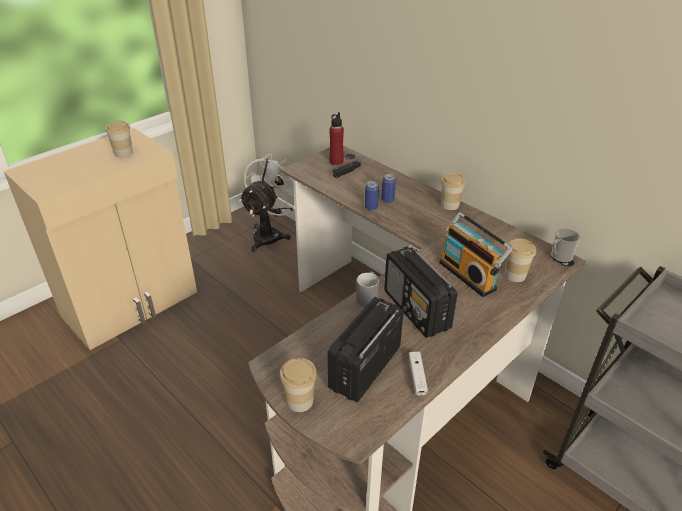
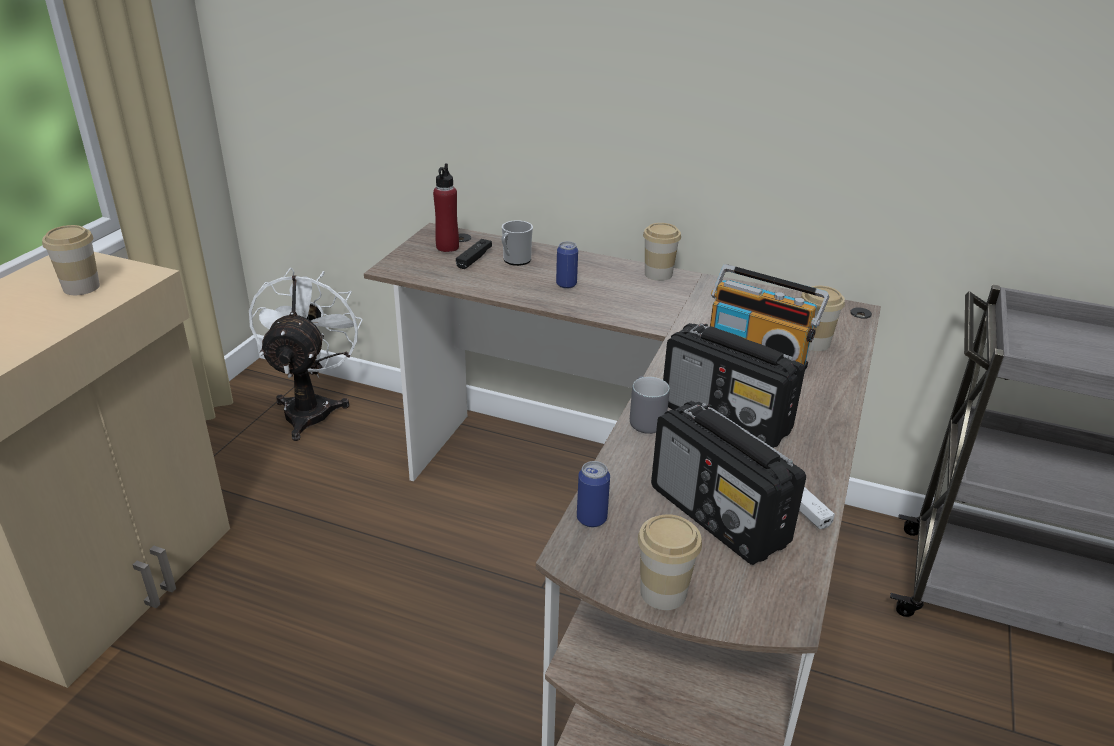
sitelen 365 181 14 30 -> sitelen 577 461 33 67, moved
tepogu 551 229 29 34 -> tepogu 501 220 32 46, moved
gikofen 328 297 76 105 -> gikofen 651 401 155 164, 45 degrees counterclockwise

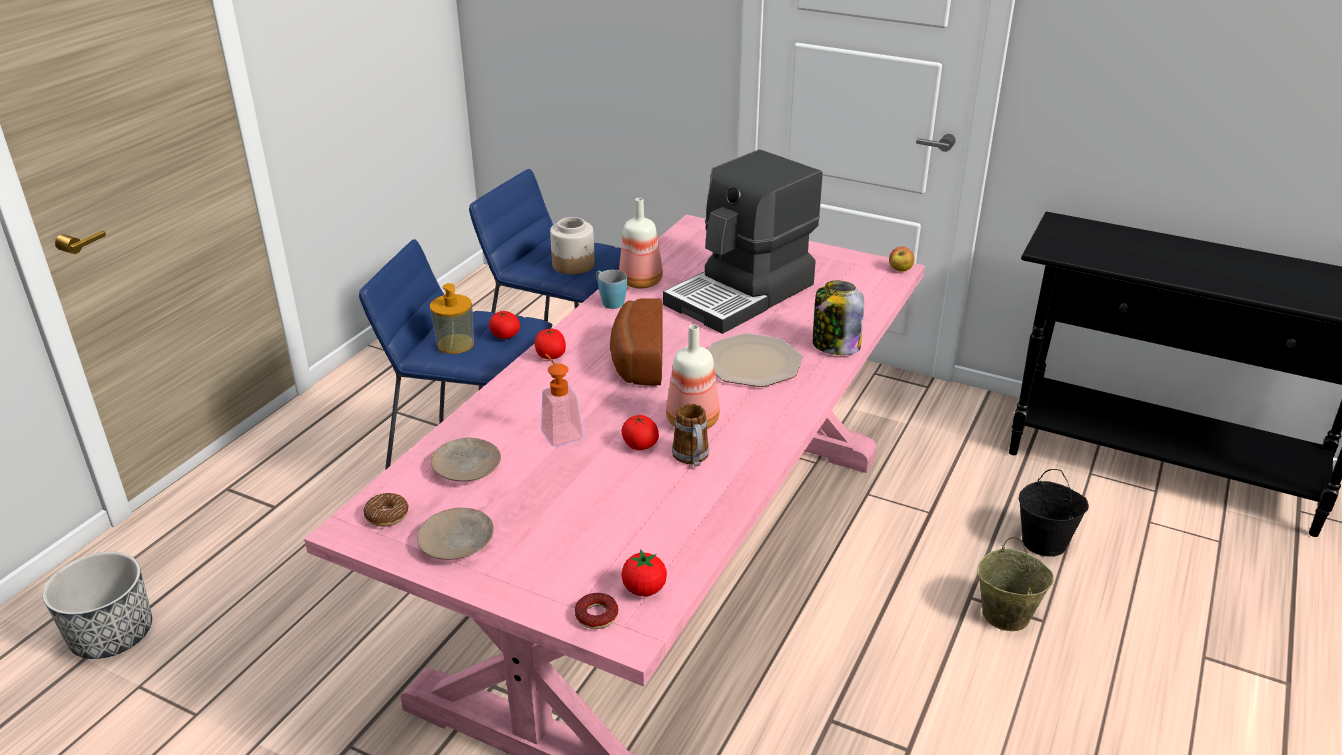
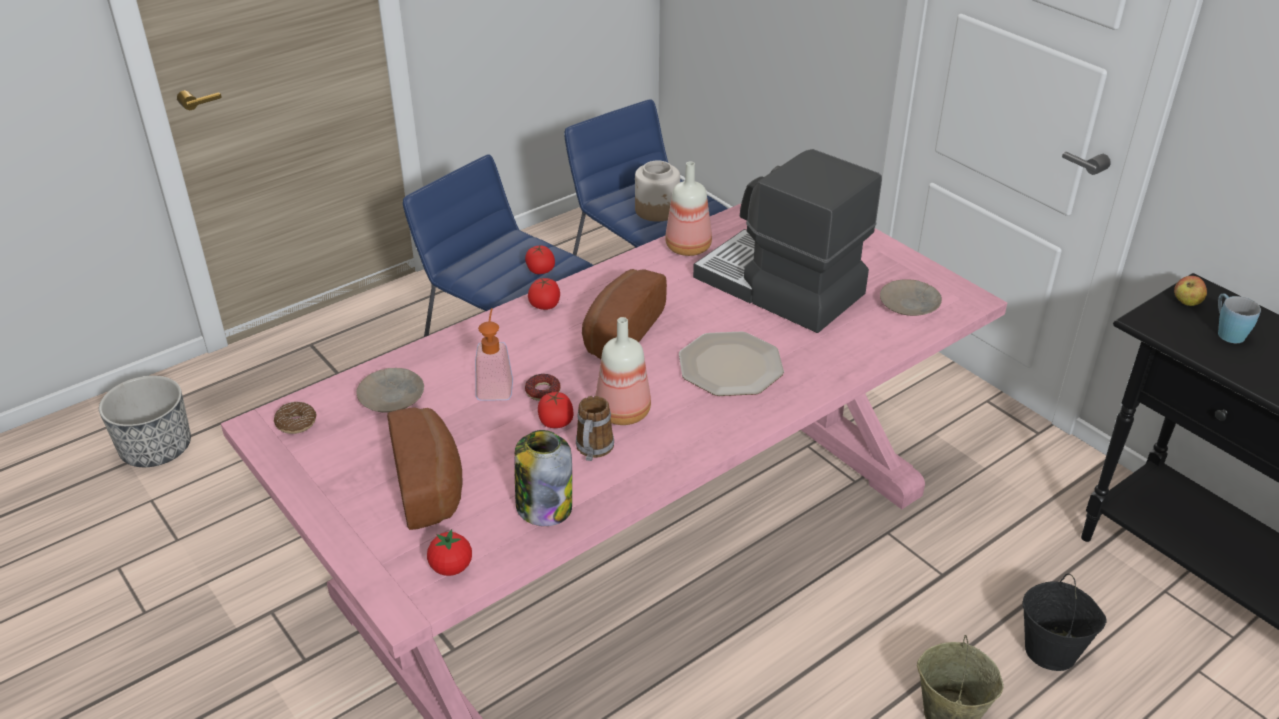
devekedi 430 283 44 71 -> none
none -> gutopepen 387 408 75 122
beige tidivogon 417 507 77 53 -> beige tidivogon 880 279 62 37, moved
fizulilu 575 593 43 36 -> fizulilu 525 374 36 27, moved
blue tepogu 596 270 31 39 -> blue tepogu 1218 294 43 49, moved
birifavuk 813 281 51 74 -> birifavuk 514 430 58 96, moved
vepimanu 889 247 25 25 -> vepimanu 1174 276 33 30, moved
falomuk 663 150 160 184 -> falomuk 693 149 189 184, 60 degrees clockwise

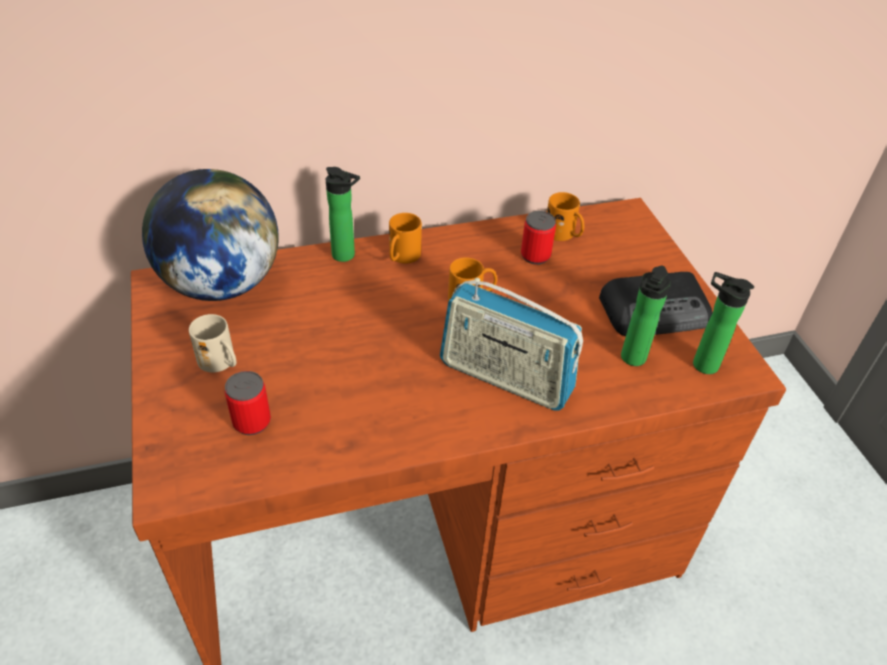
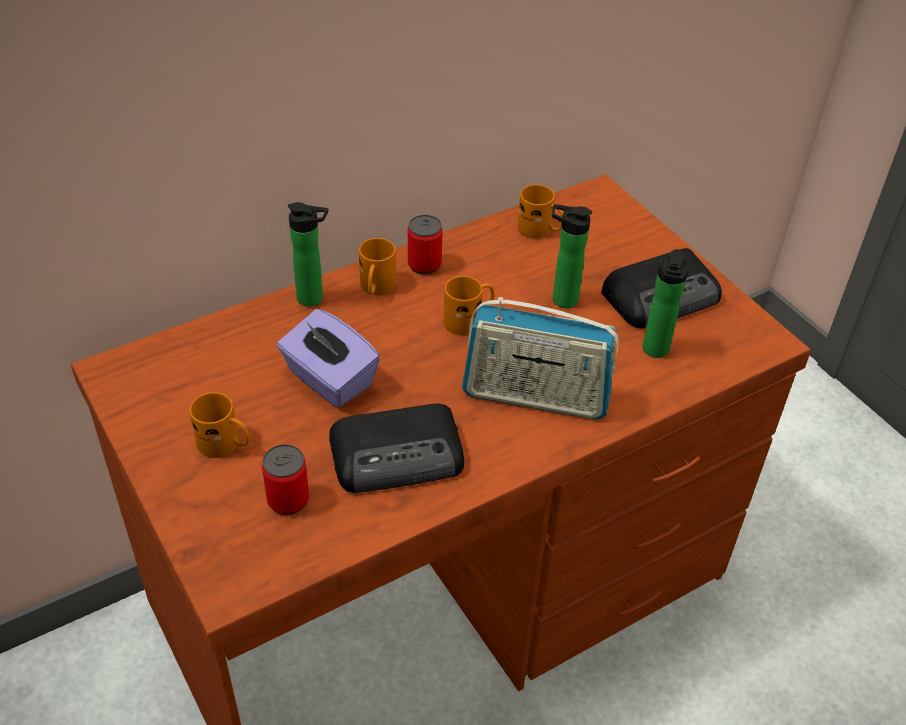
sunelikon 142 169 137 132 -> none
none -> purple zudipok 277 309 103 99
none -> gikofen 329 403 135 90
sitelen 521 211 35 54 -> sitelen 408 215 35 60, moved
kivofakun 693 272 61 102 -> kivofakun 552 204 40 104, moved
beige tepogu 189 314 47 58 -> orange tepogu 190 392 60 66

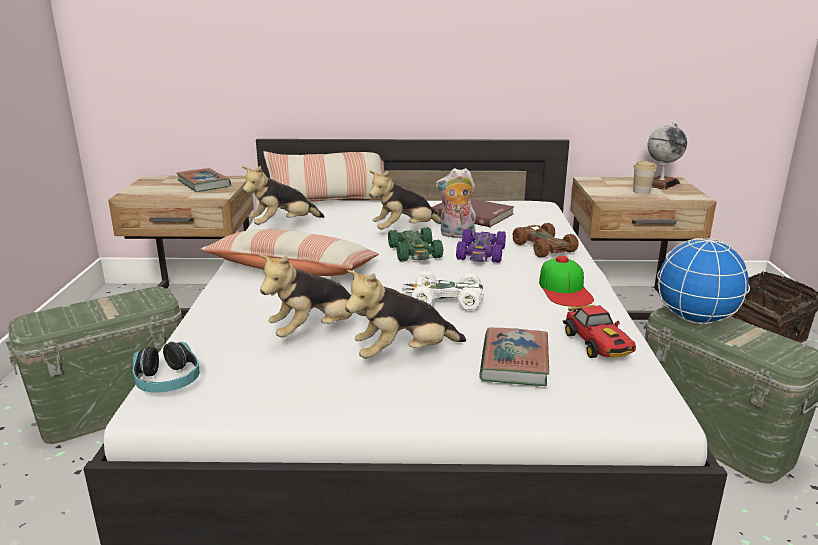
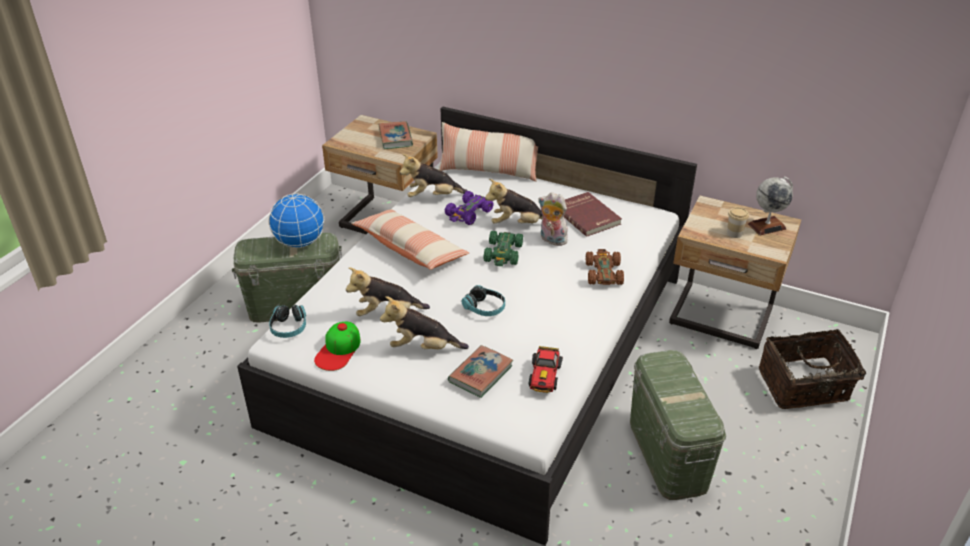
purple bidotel 456 229 50 34 -> purple bidotel 445 191 49 34, moved
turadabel 539 256 55 51 -> turadabel 314 322 47 49, moved
sunelikon 657 238 93 86 -> sunelikon 269 194 55 54, moved
white bidotel 402 270 82 40 -> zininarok 462 285 43 31

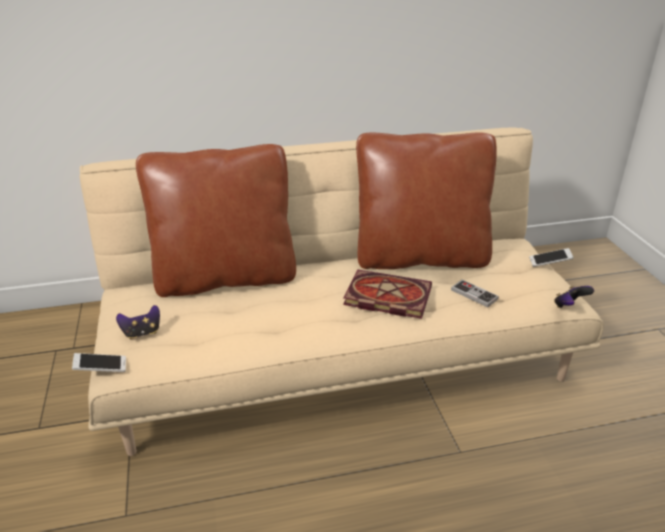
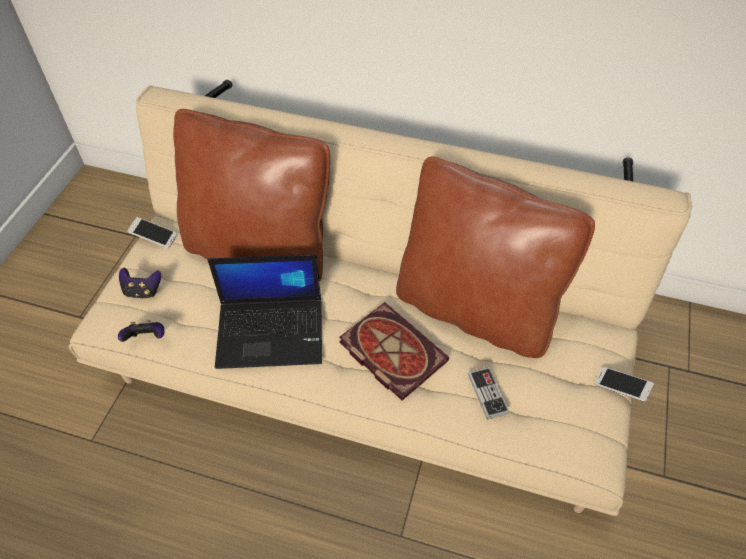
none -> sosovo 207 254 115 115
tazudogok 72 353 54 19 -> tazudogok 128 217 49 31, moved
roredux 554 286 40 22 -> roredux 118 320 47 22, moved

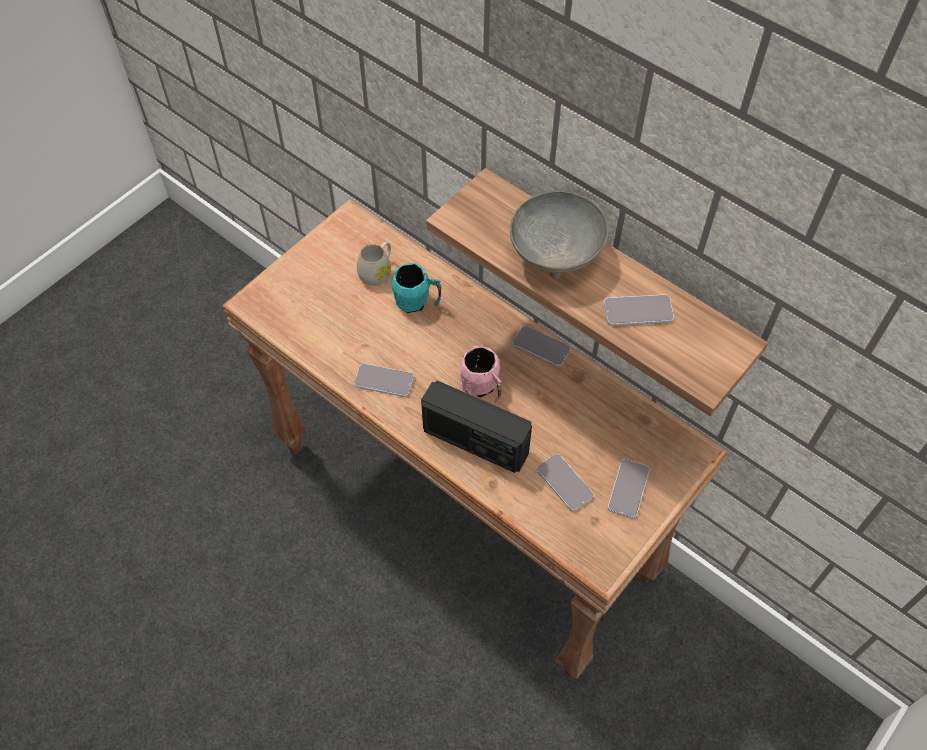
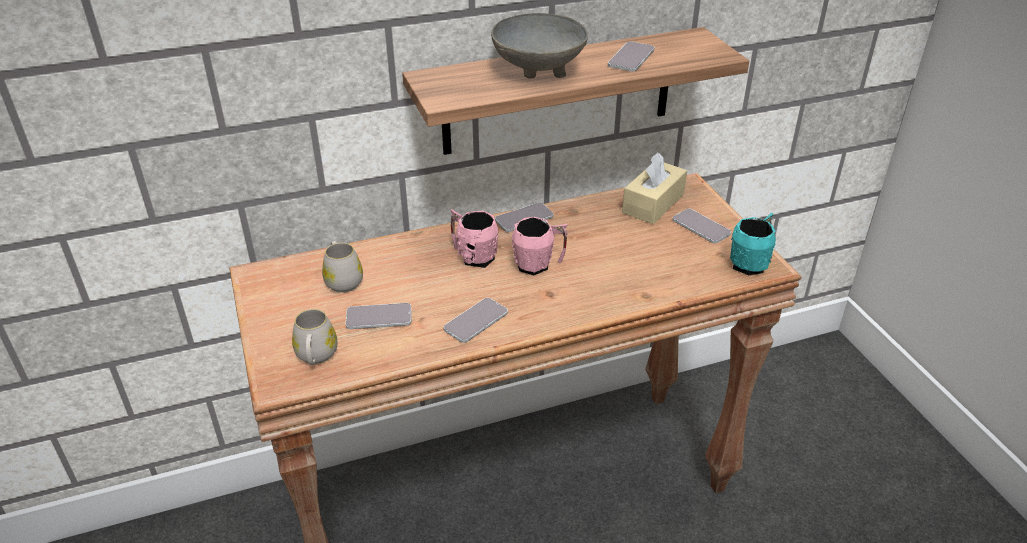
gikofen 421 380 111 93 -> none
none -> white tepogu 292 309 46 56
none -> pink tepogu 451 209 47 59
none -> beige zudipok 622 152 65 72
turquoise tepogu 391 263 50 50 -> turquoise tepogu 730 213 46 62, moved
tazudogok 537 454 57 57 -> tazudogok 346 303 66 26, moved

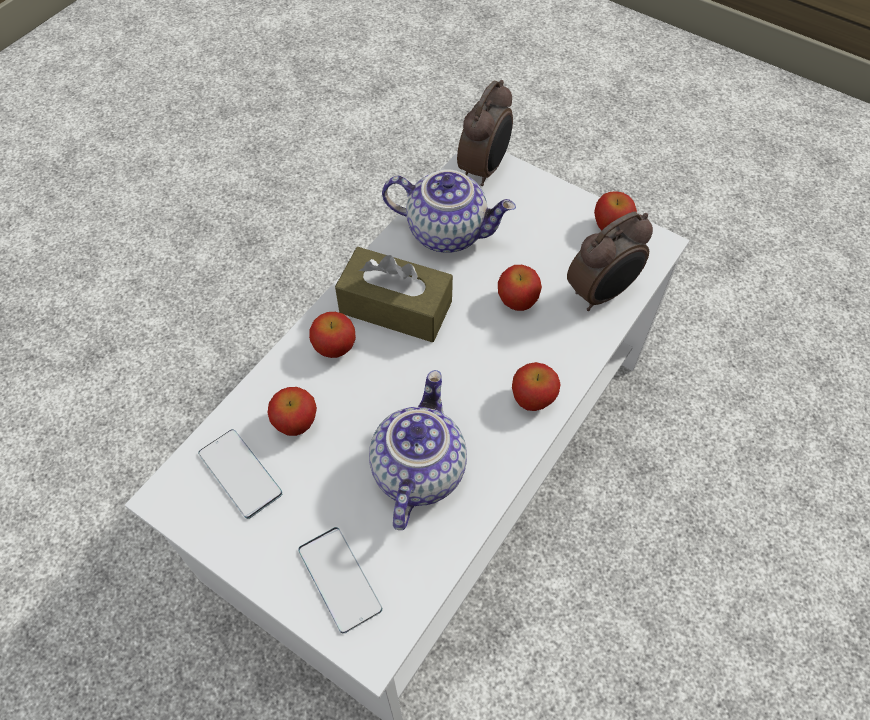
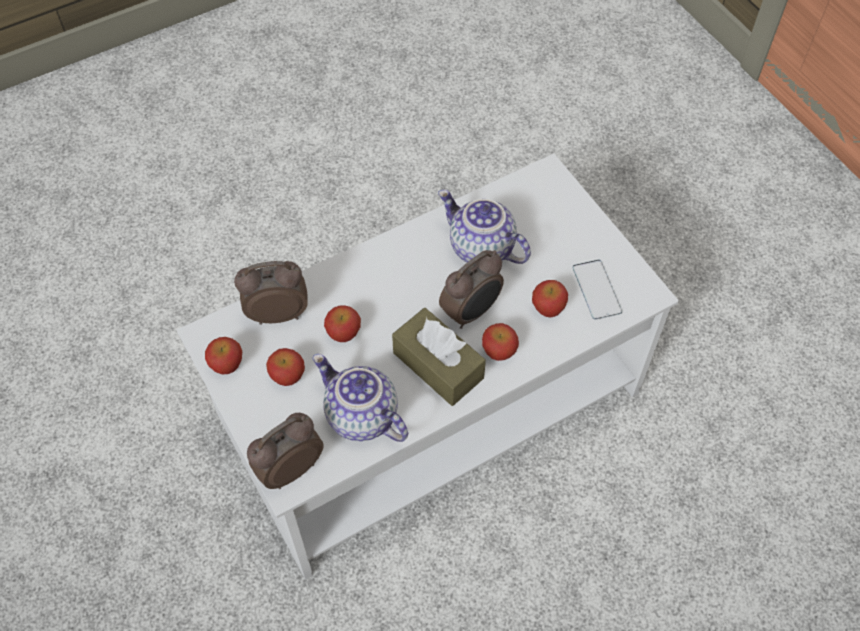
tazudogok 298 527 84 107 -> none
none -> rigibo 439 250 65 79
vepimanu 512 362 49 49 -> vepimanu 266 348 39 38, moved
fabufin 369 370 98 160 -> fabufin 438 190 93 74, 90 degrees clockwise

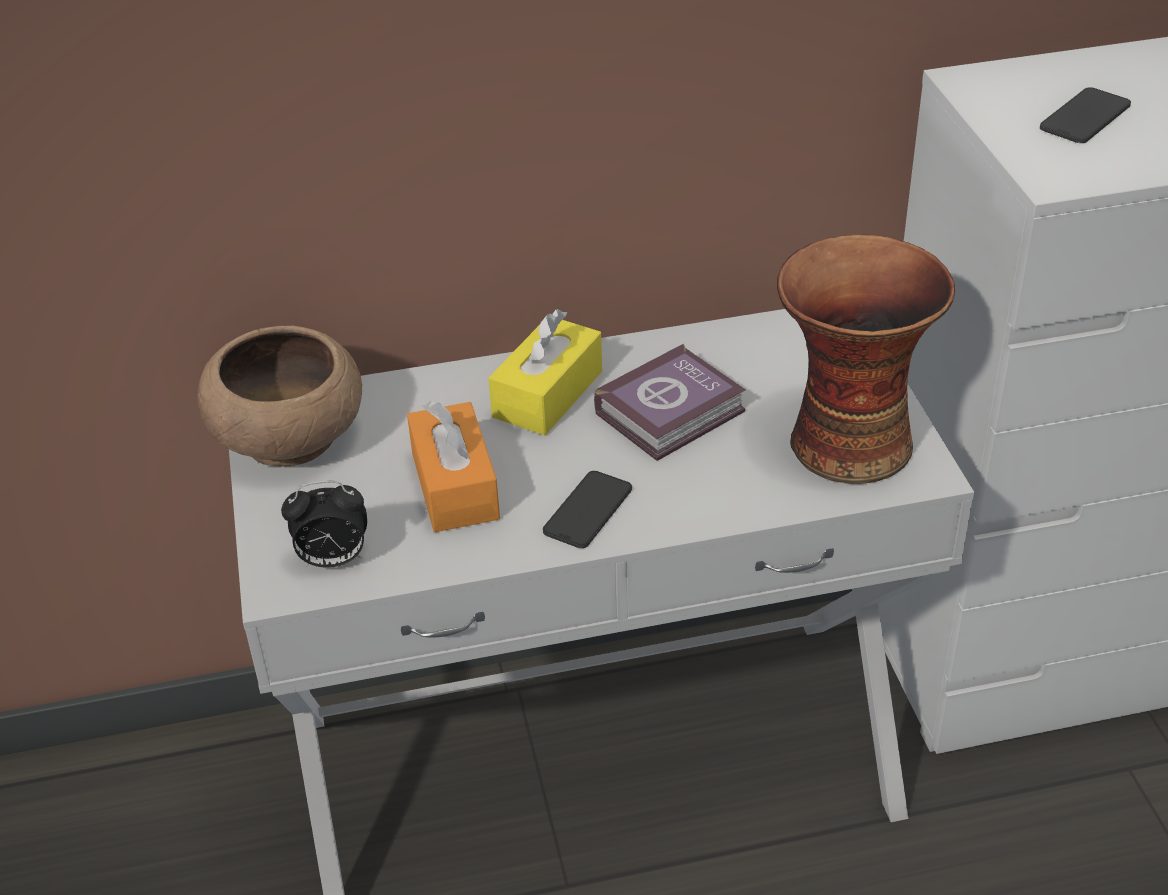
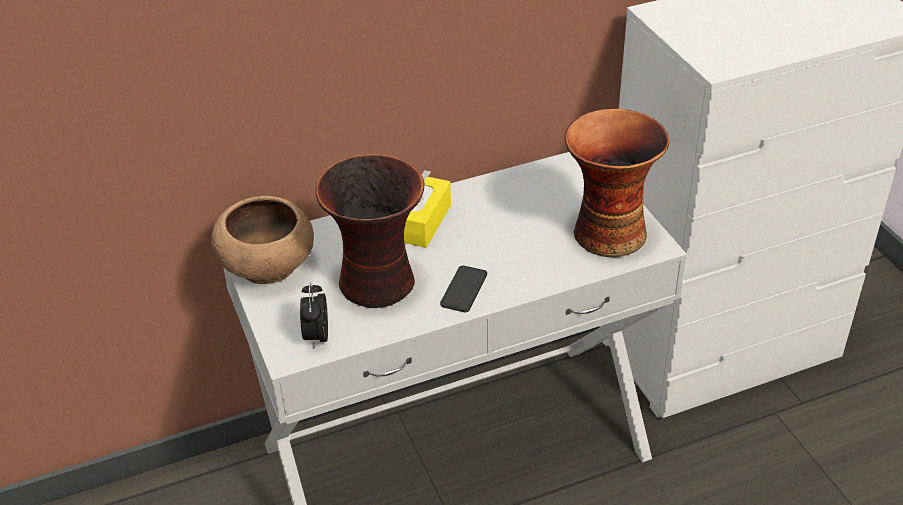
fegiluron 594 344 152 117 -> none
tazudogok 1040 87 91 56 -> none
orange zudipok 407 401 93 131 -> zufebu 315 154 109 154
rigibo 281 481 86 87 -> rigibo 300 282 28 66, 105 degrees clockwise

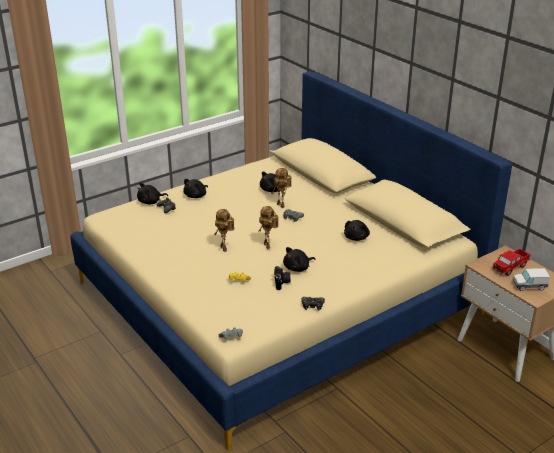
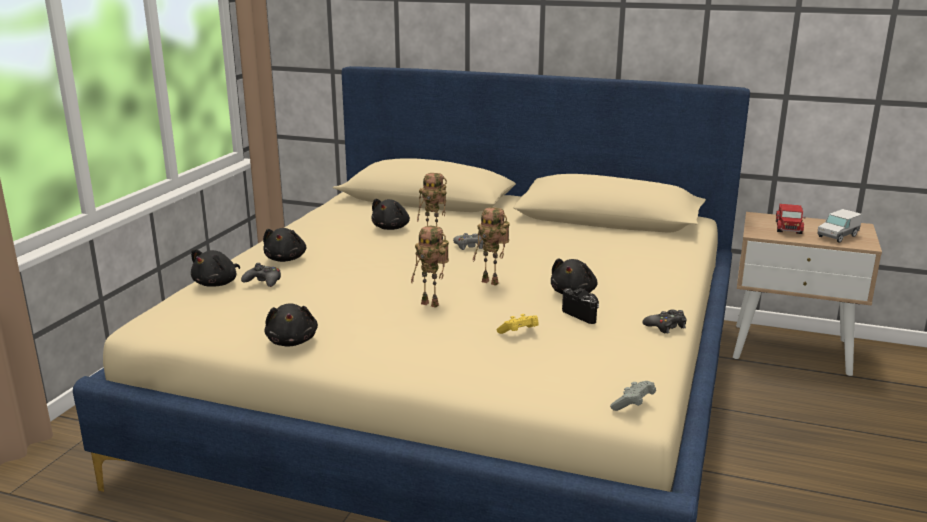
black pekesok 344 220 26 21 -> black pekesok 264 304 54 43, moved

